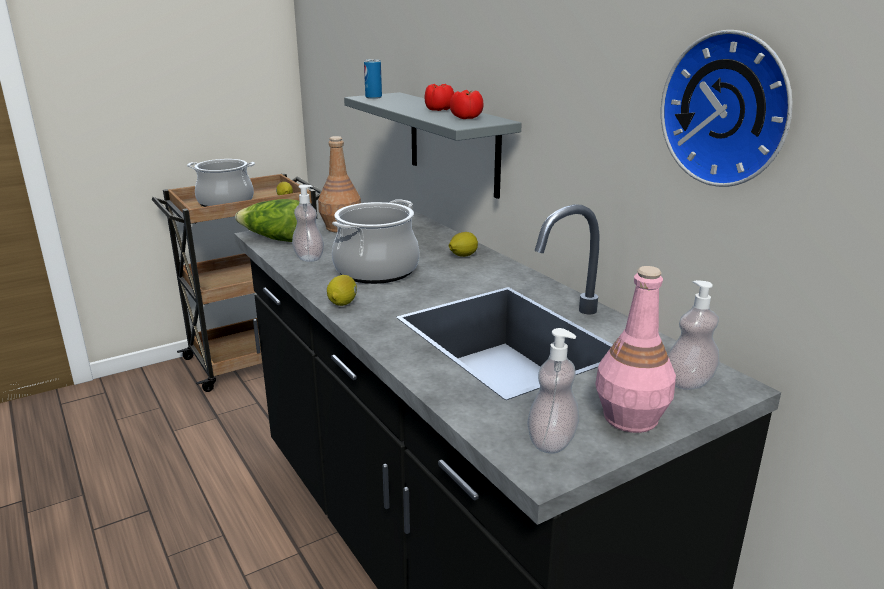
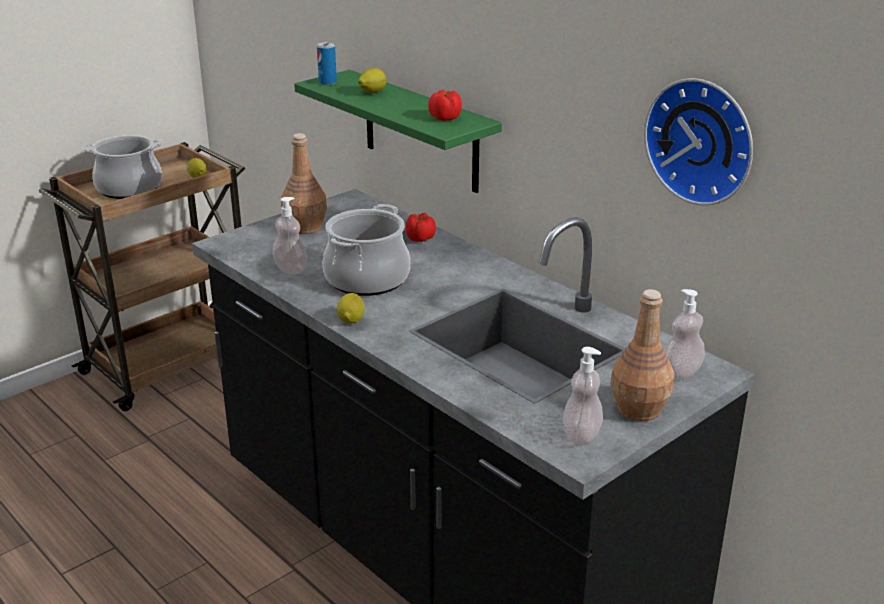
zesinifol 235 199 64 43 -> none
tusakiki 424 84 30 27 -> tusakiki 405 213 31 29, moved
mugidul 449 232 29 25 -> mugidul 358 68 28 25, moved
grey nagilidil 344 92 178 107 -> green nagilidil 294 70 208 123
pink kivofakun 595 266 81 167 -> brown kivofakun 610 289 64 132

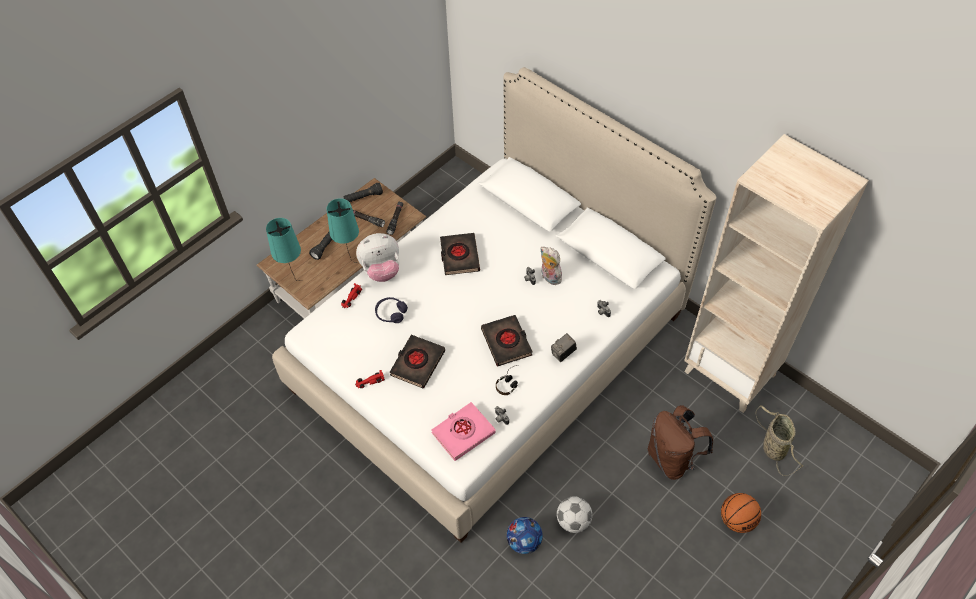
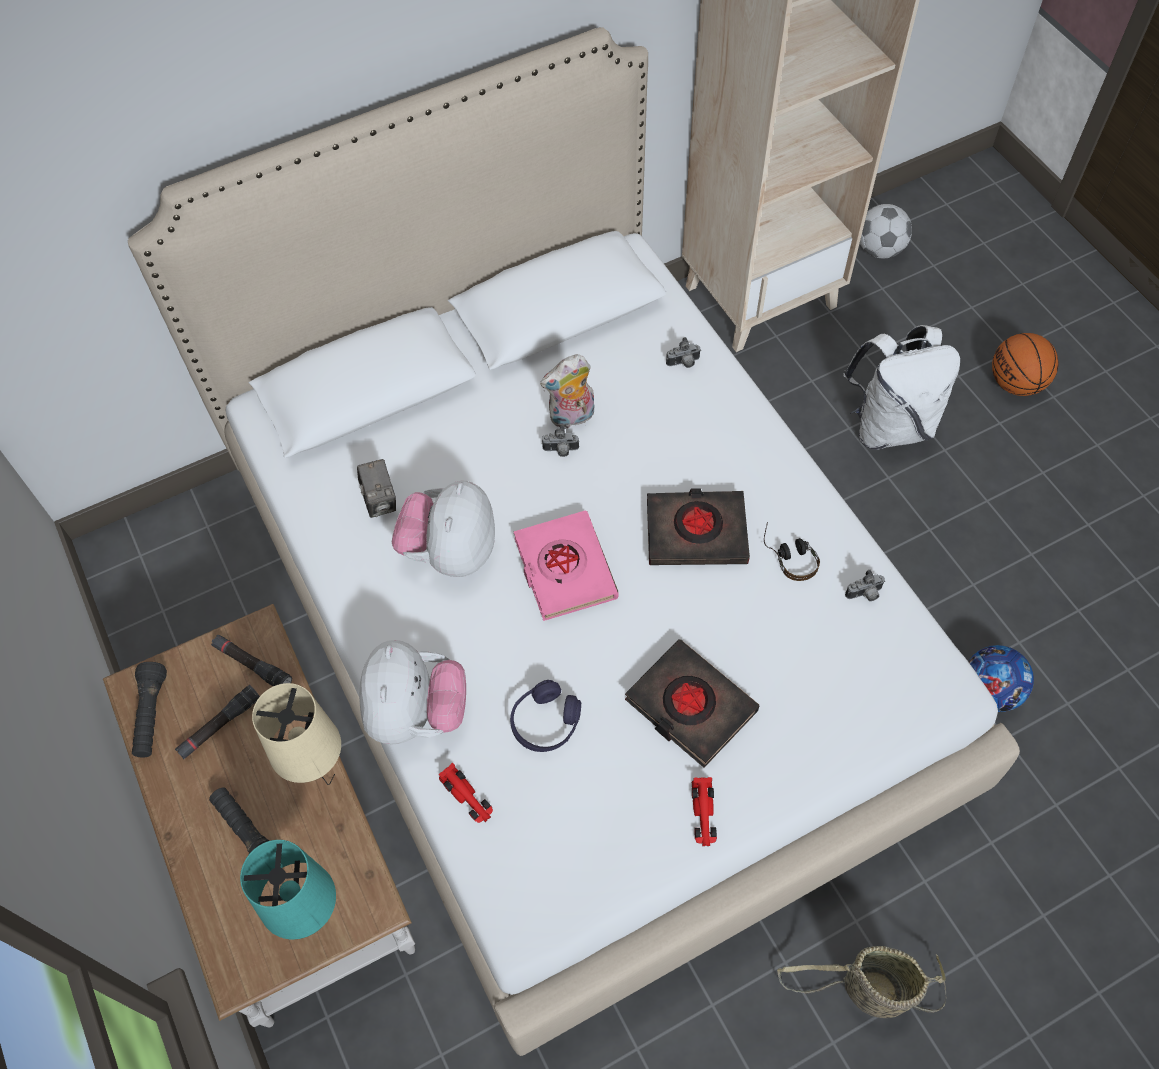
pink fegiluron 431 402 65 59 -> pink fegiluron 514 510 104 111, moved
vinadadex 551 333 26 29 -> vinadadex 357 459 39 59, moved
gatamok 557 496 35 37 -> gatamok 860 204 52 54, moved
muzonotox 755 405 49 71 -> muzonotox 777 946 169 72, moved
black fegiluron 440 233 40 42 -> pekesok 392 481 103 96
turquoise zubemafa 327 198 32 65 -> beige zubemafa 252 683 89 102
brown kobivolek 647 405 66 75 -> white kobivolek 843 325 117 125

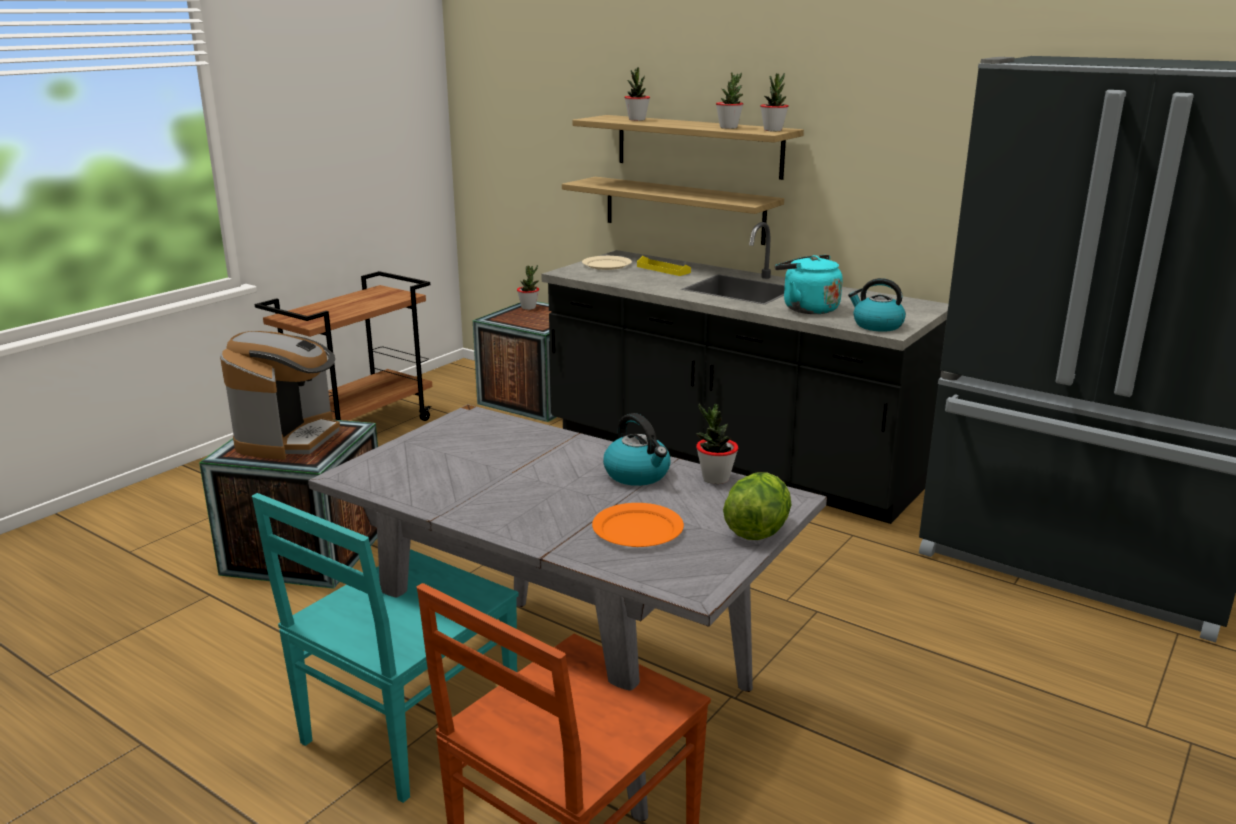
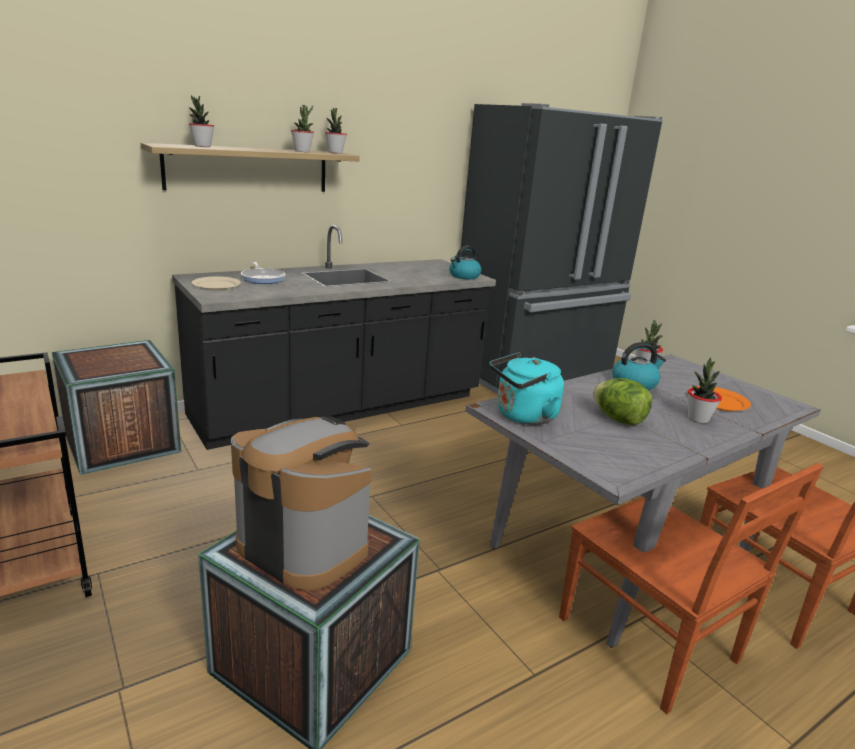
nagilidil 562 177 222 68 -> none
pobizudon 517 265 22 45 -> pobizudon 688 357 34 66, moved
zesinifol 723 472 68 68 -> zesinifol 593 378 59 47, moved
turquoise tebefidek 775 255 68 59 -> turquoise tebefidek 489 352 75 73, moved
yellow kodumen 637 256 54 20 -> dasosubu 241 262 45 22
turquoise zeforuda 252 493 267 310 -> brown zeforuda 559 463 265 251

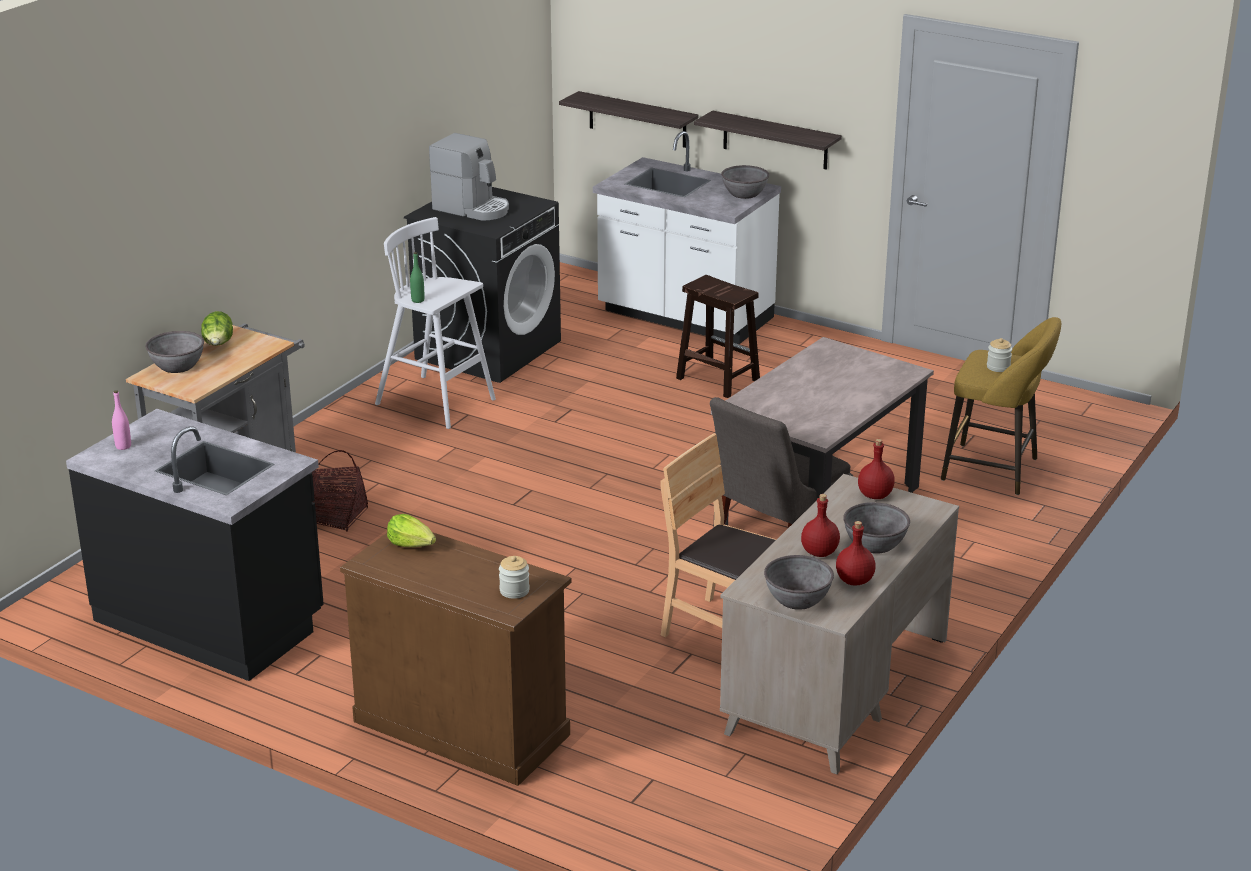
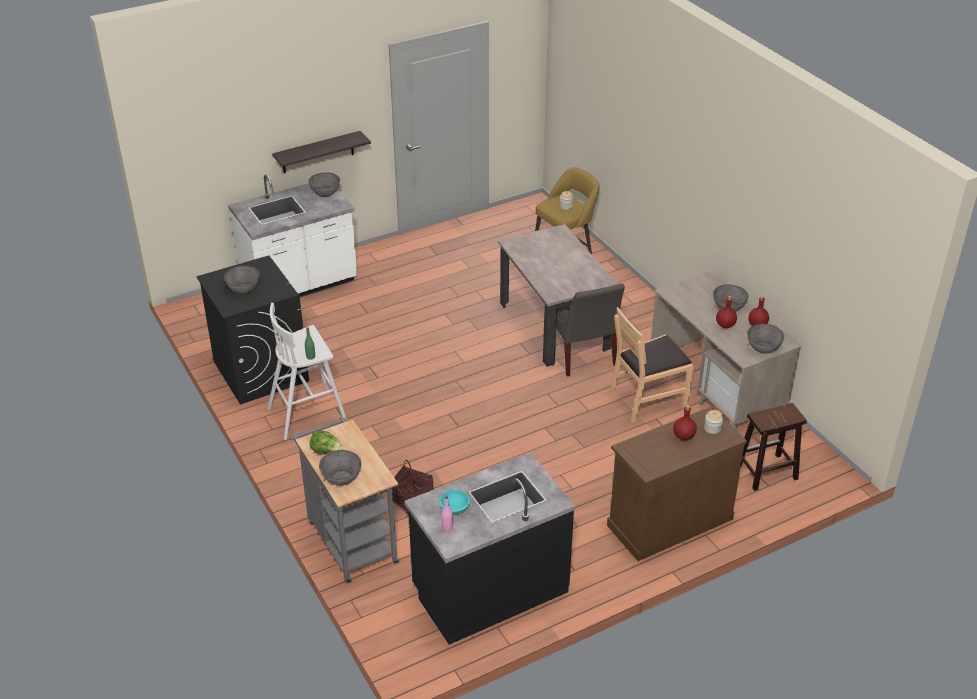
zesinifol 387 514 49 33 -> none
nagilidil 559 91 140 57 -> none
none -> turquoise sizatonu 439 490 31 24
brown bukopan 676 275 84 123 -> brown bukopan 741 403 66 88, moved
red kivofakun 858 439 37 60 -> red kivofakun 673 405 24 35, moved
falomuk 429 133 80 88 -> grey sizatonu 224 266 36 28

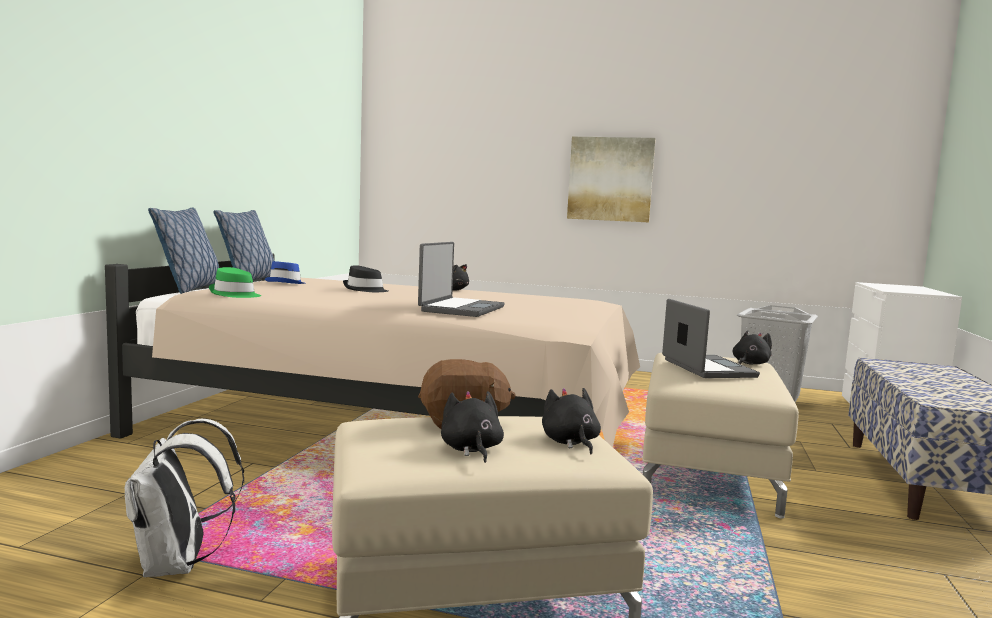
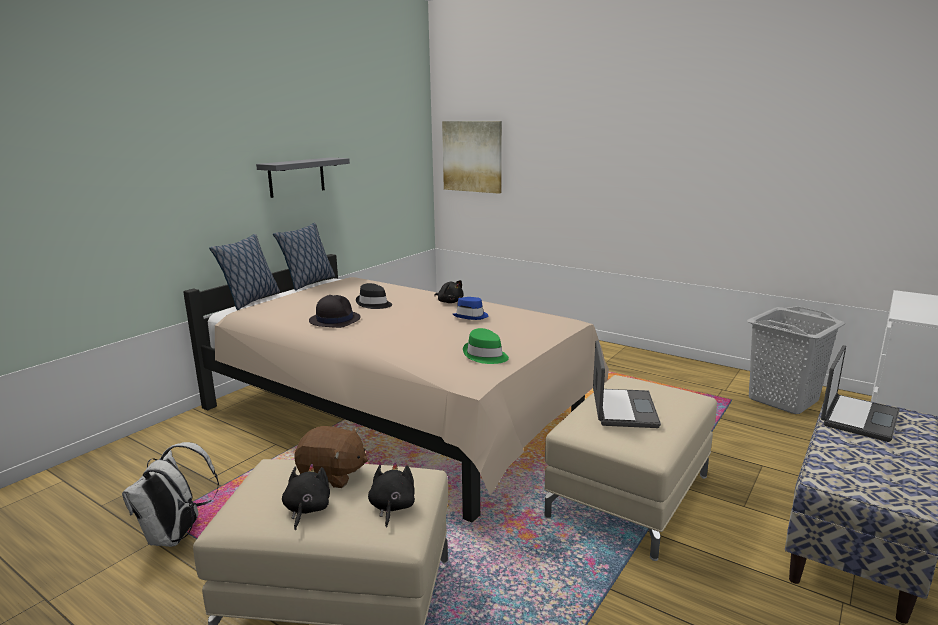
black pekesok 733 330 39 35 -> none
none -> grey nagilidil 256 158 94 40
none -> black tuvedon 309 295 51 33
green tuvedon 209 267 52 31 -> green tuvedon 463 328 46 36, moved
blue tuvedon 265 261 40 23 -> blue tuvedon 453 297 35 23, moved
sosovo 418 242 87 75 -> sosovo 821 345 79 97, moved
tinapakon 567 137 88 85 -> tinapakon 442 121 60 73, moved

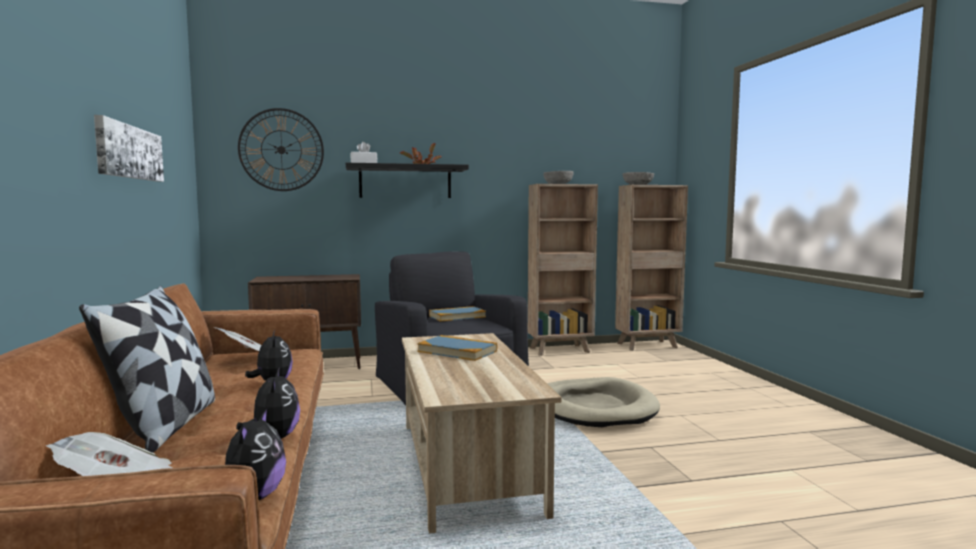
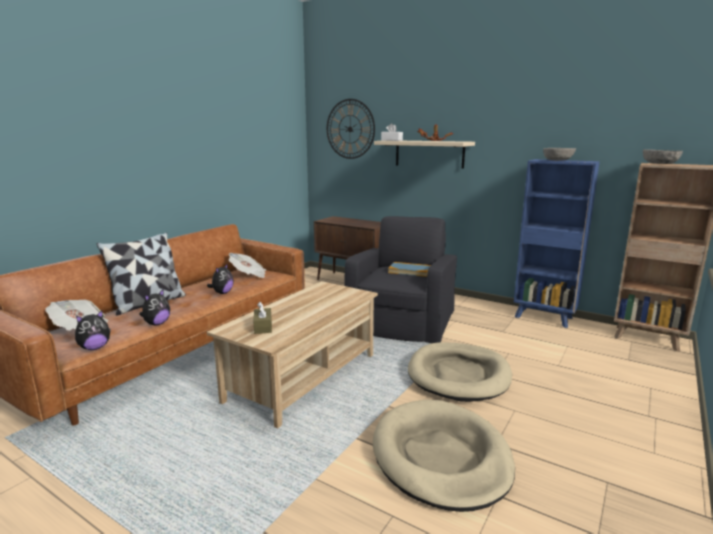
tinapakon 94 115 70 67 -> none
fegiluron 417 335 80 26 -> none
none -> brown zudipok 253 302 19 32
none -> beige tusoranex 373 400 142 112
black nagilidil 346 163 123 35 -> beige nagilidil 374 141 101 27
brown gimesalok 528 184 70 172 -> blue gimesalok 514 159 86 169

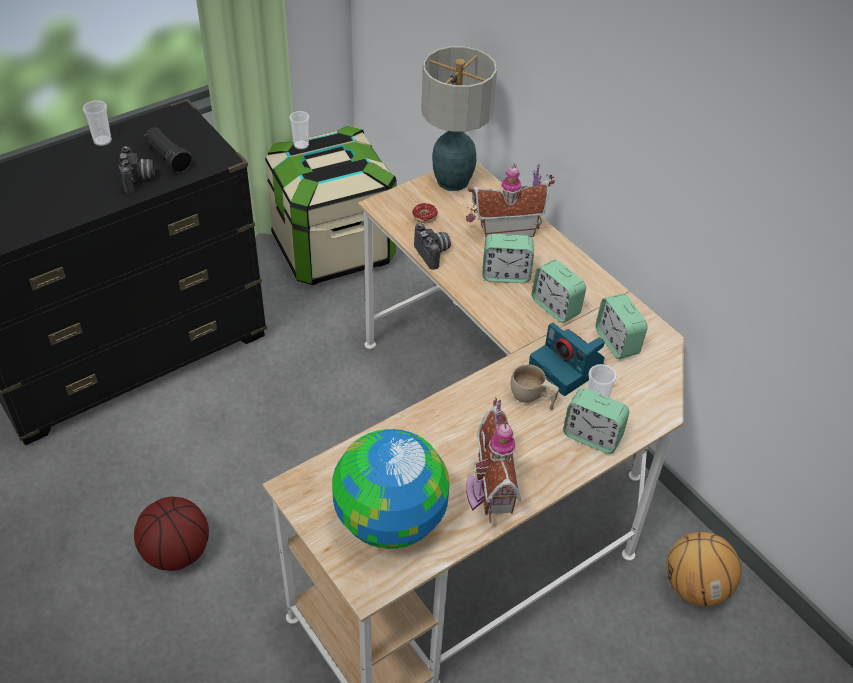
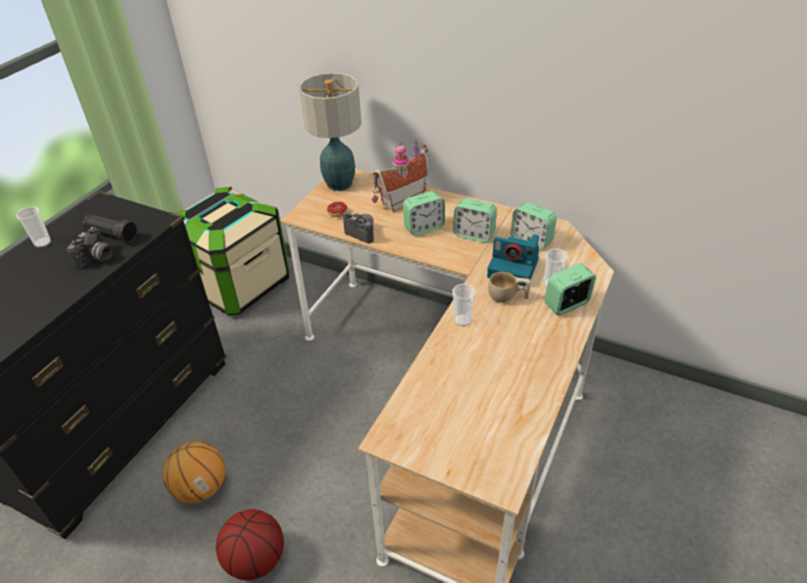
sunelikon 332 429 118 120 -> none
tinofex 466 398 55 126 -> none
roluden 290 111 19 39 -> roluden 452 284 24 42, moved
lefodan 666 532 75 74 -> lefodan 163 441 62 62, moved
vinadadex 118 146 37 48 -> vinadadex 67 227 46 42, 60 degrees clockwise
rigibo 563 388 66 66 -> rigibo 544 263 52 53, 150 degrees clockwise

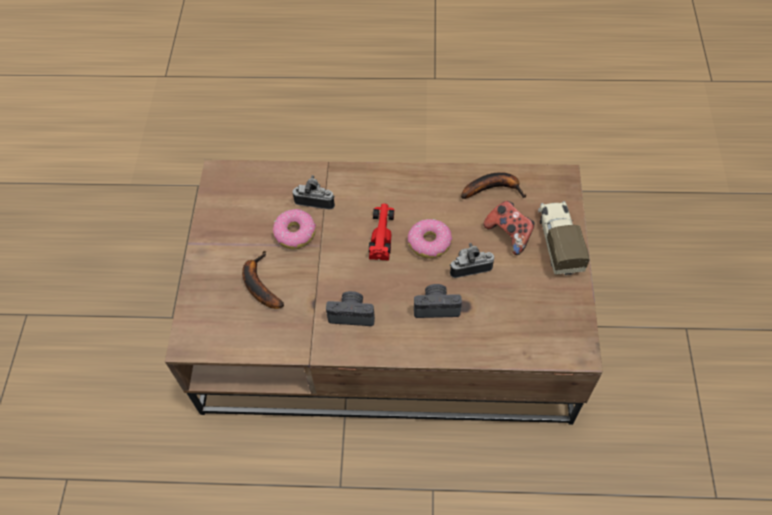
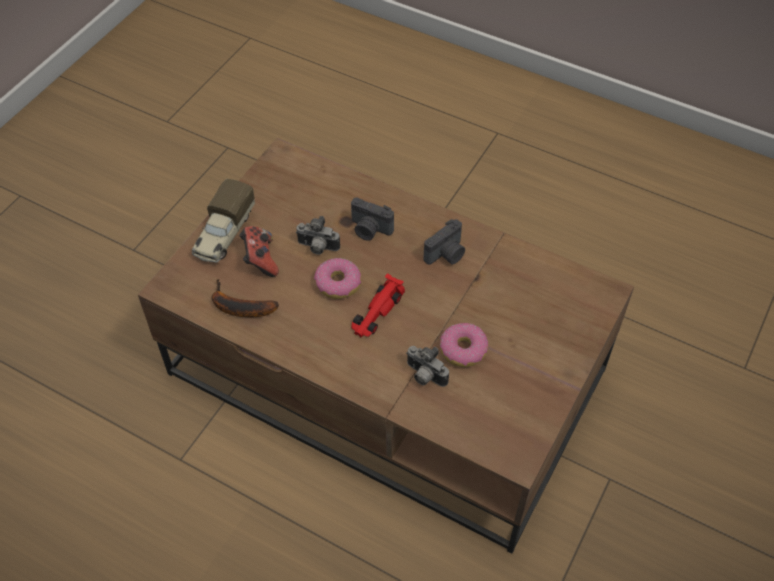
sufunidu 242 251 42 58 -> none
vinadadex 326 291 49 35 -> vinadadex 423 219 42 46, 75 degrees counterclockwise

